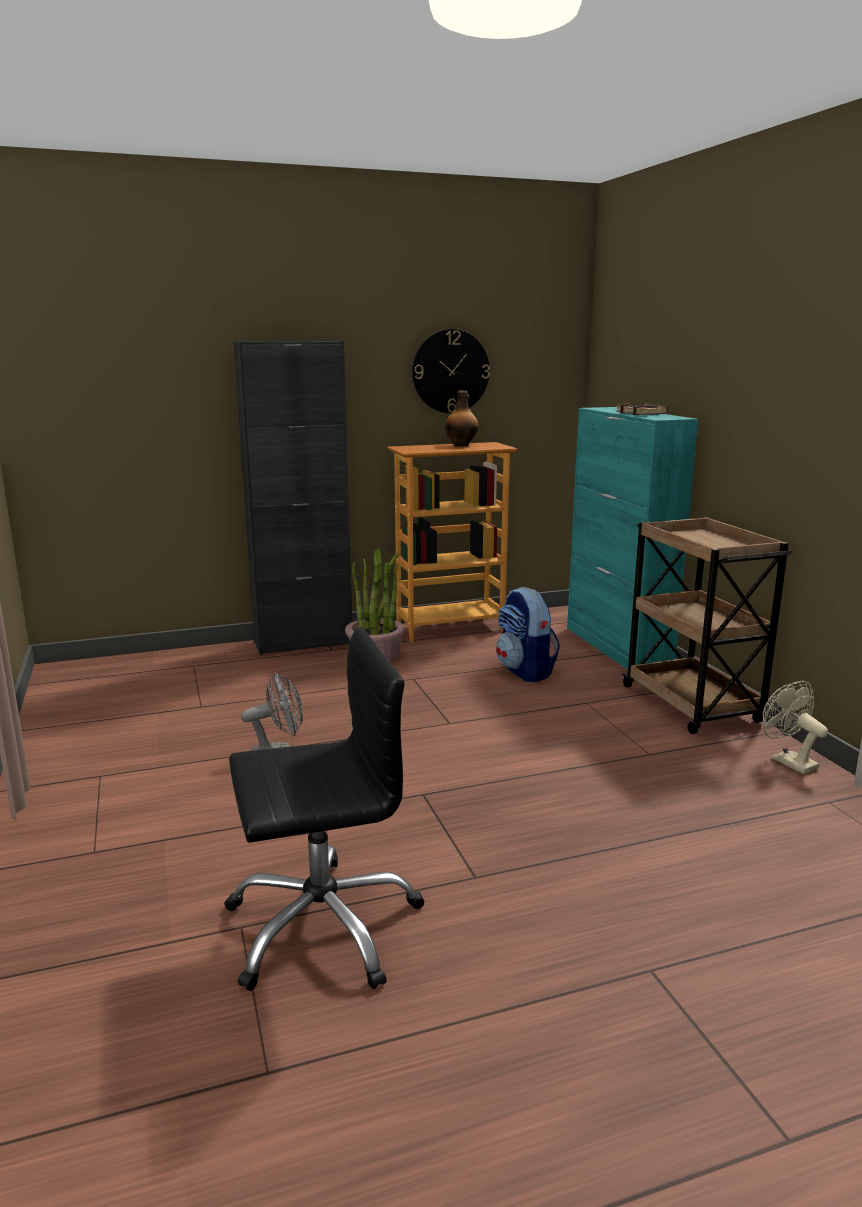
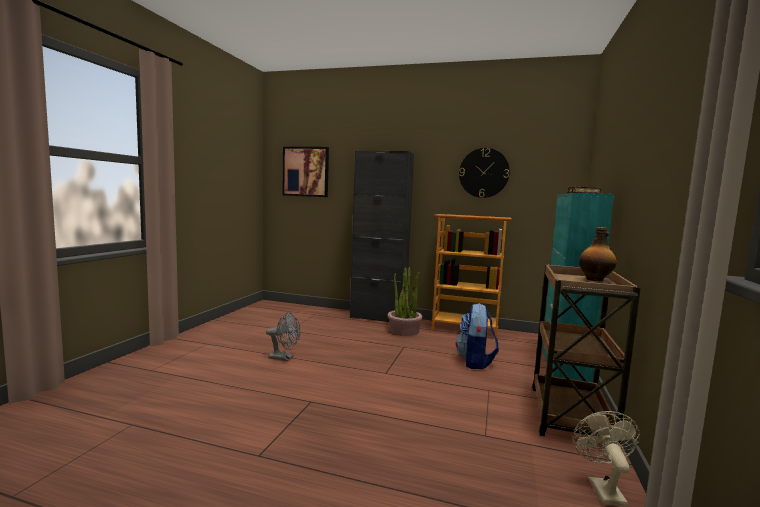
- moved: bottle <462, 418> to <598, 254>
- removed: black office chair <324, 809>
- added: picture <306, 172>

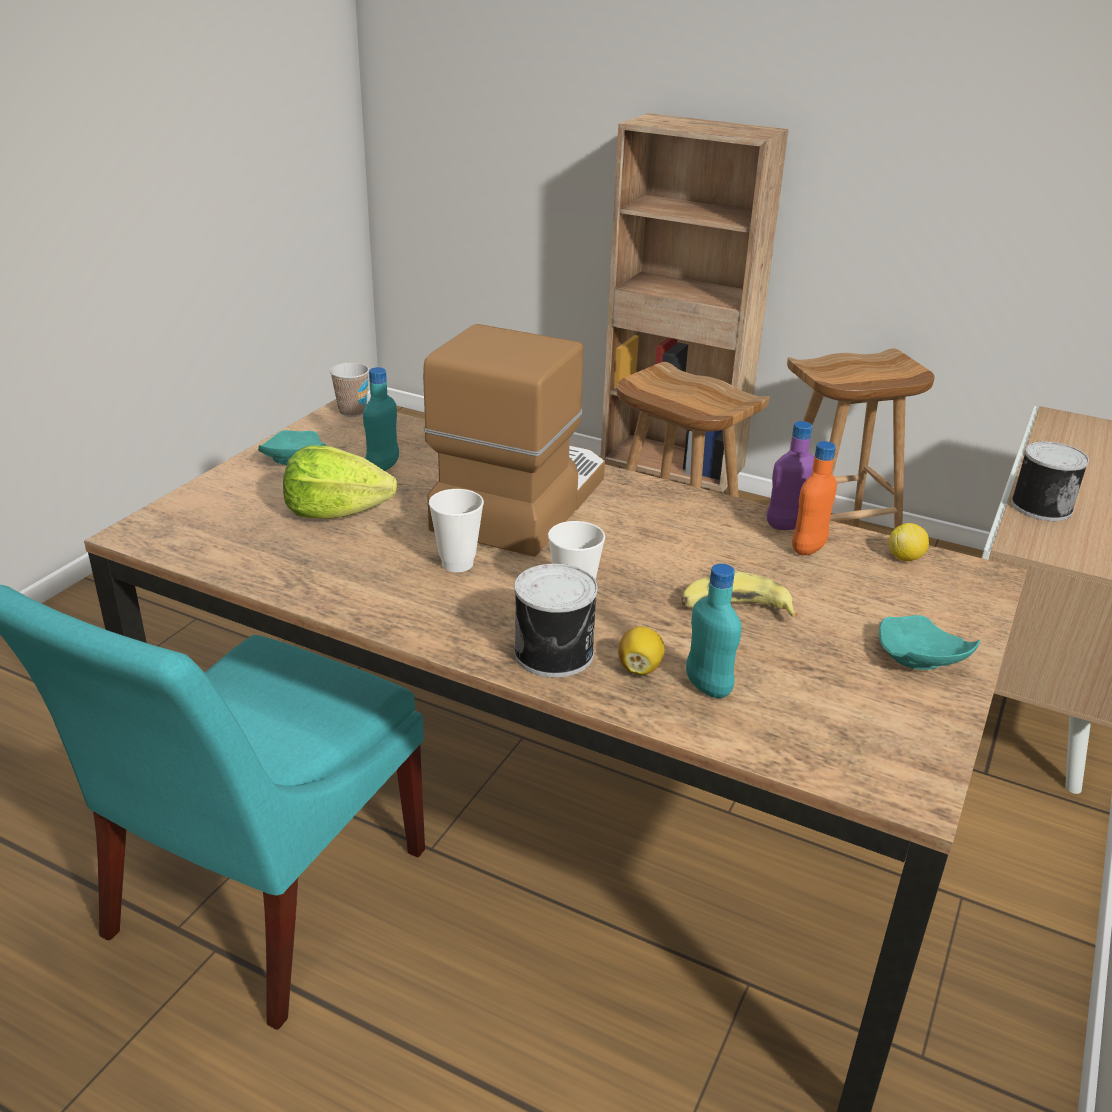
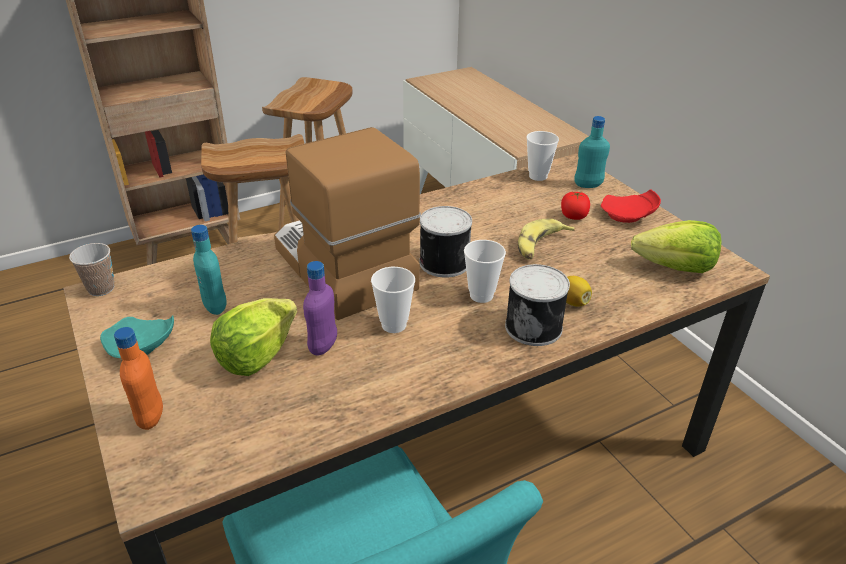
- moved: purple bottle <790, 475> to <320, 308>
- moved: orange bottle <814, 498> to <138, 378>
- moved: can <1050, 481> to <445, 242>
- replaced: lemon <909, 542> to cup <543, 156>
- moved: turquoise bottle <713, 631> to <592, 152>
- recoloured: turquoise plate <929, 642> to red plate <631, 206>
- added: tomato <575, 205>
- added: lettuce <676, 246>

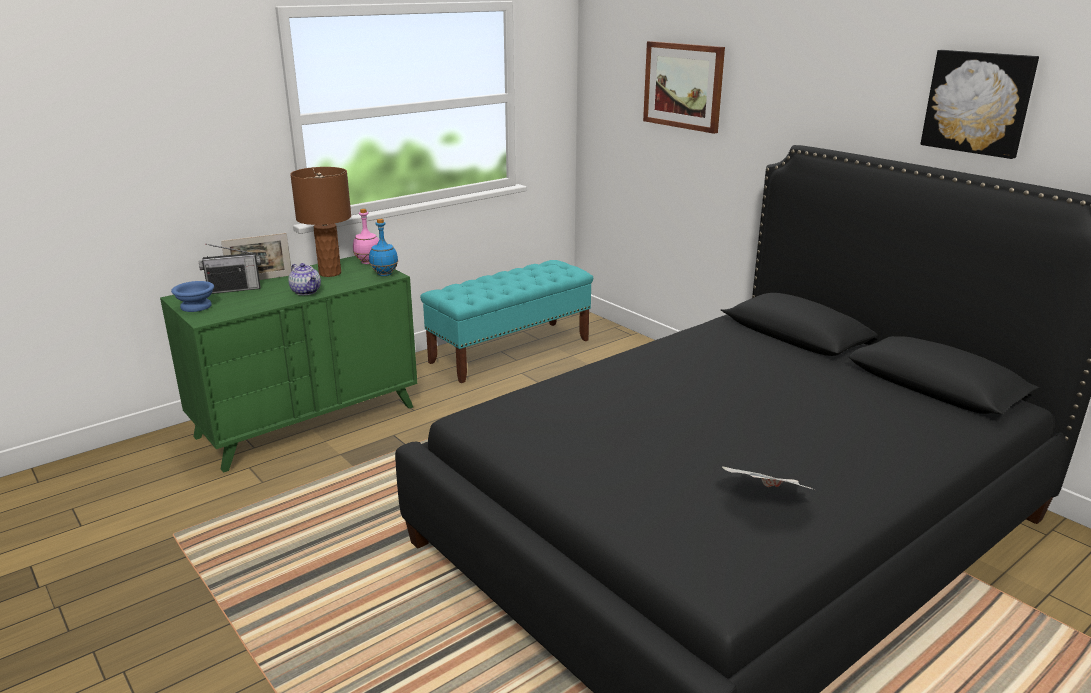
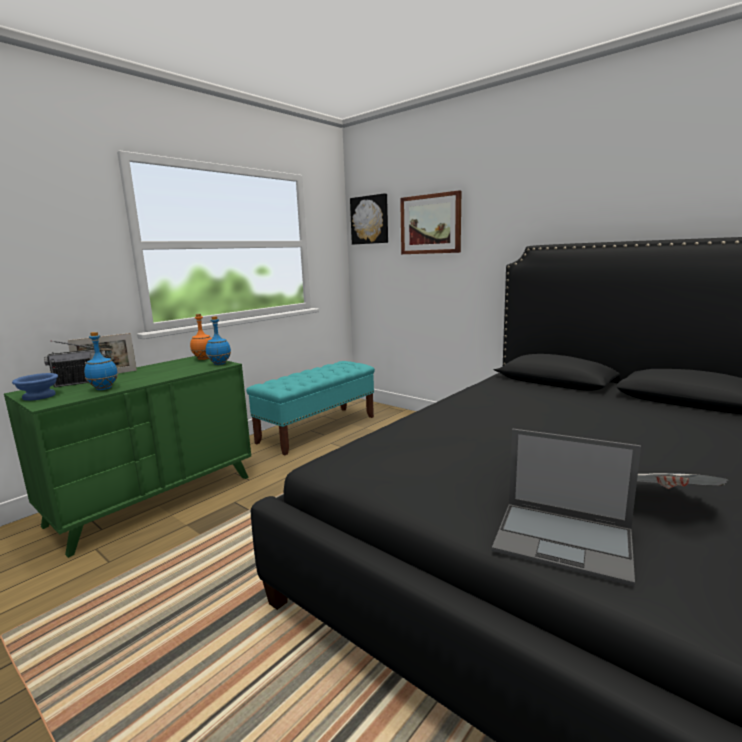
- moved: picture <979, 104> to <369, 219>
- removed: brown table lamp <320, 222>
- recoloured: pink bottle <366, 236> to orange bottle <201, 337>
- removed: teapot <304, 279>
- added: blue bottle <101, 361>
- added: laptop <566, 507>

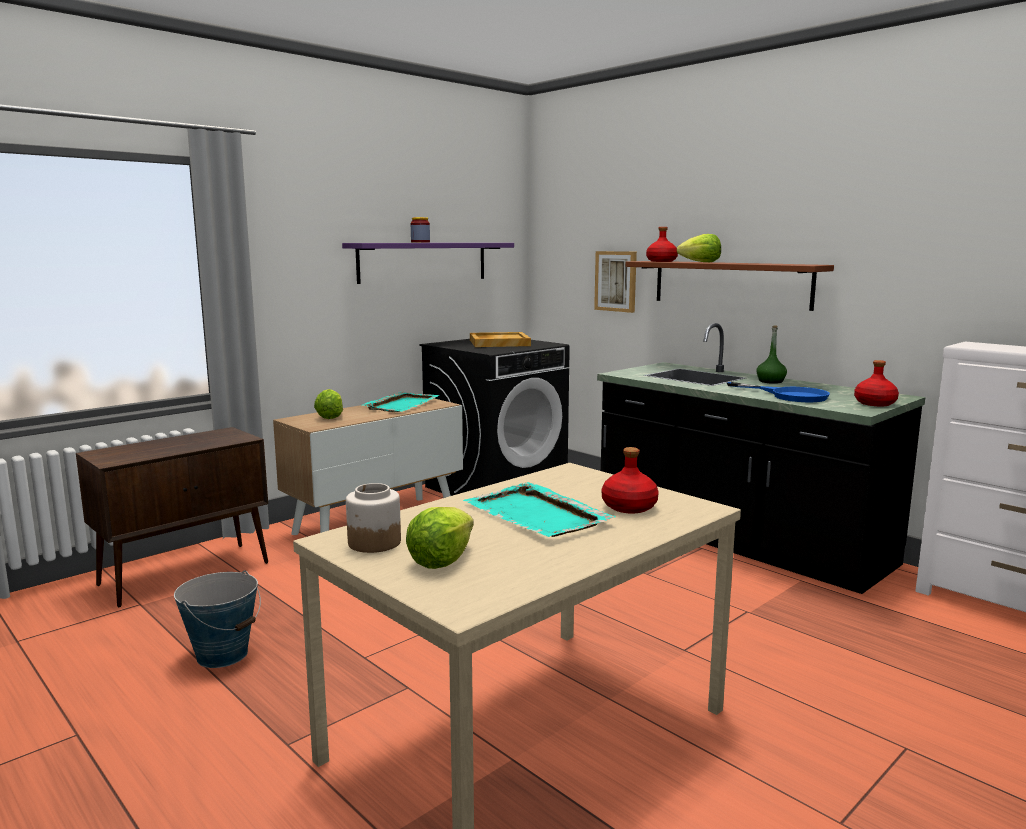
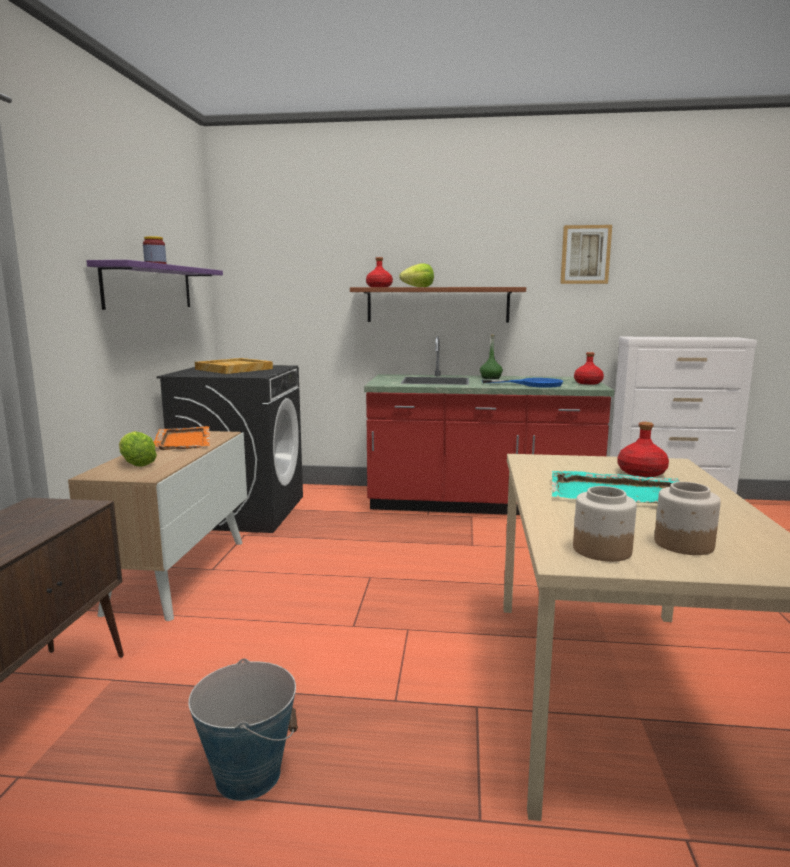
- moved: picture <615, 282> to <586, 254>
- recoloured: black counter <761, 458> to red counter <489, 425>
- recoloured: turquoise tray <400, 402> to orange tray <181, 438>
- replaced: lettuce <440, 538> to jar <687, 518>

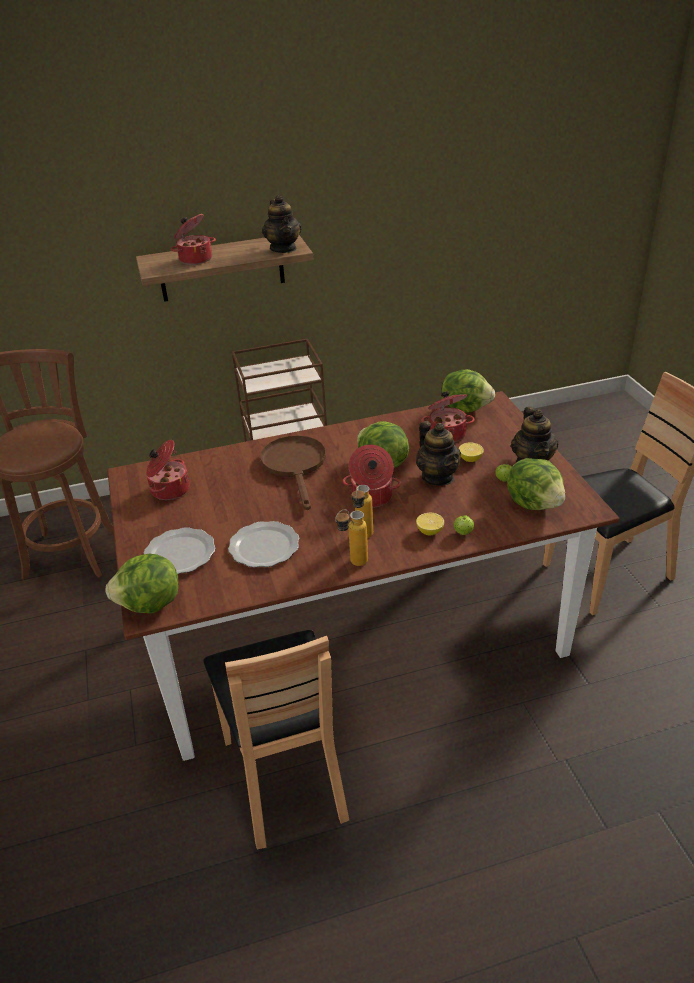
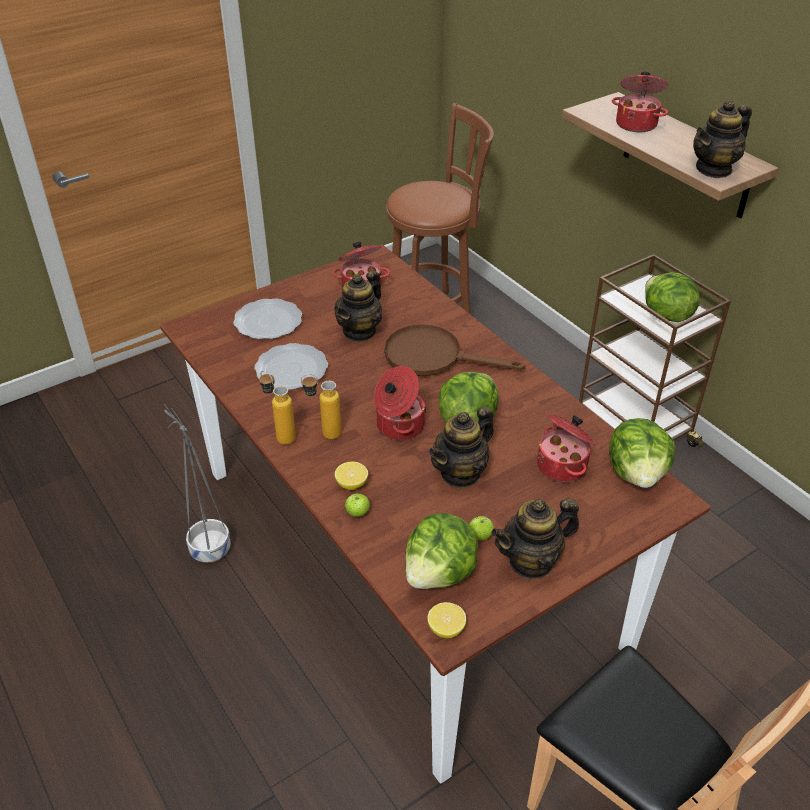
- turned: brown frying pan <293, 472> = <454, 350> 135 degrees counterclockwise
- moved: lemon <471, 452> to <446, 620>
- moved: lettuce <142, 583> to <672, 297>
- replaced: brown chair <276, 739> to grey planter <197, 483>
- added: teapot <358, 306>

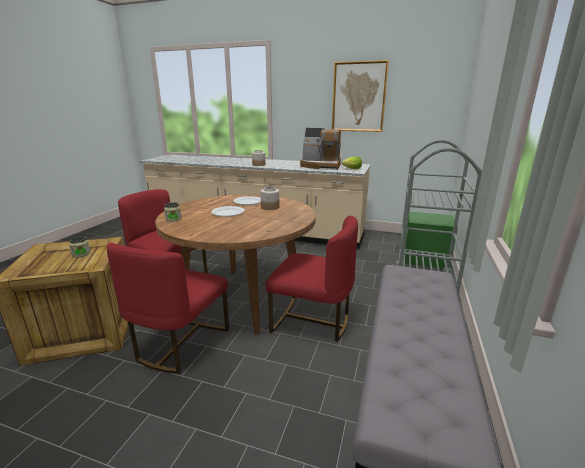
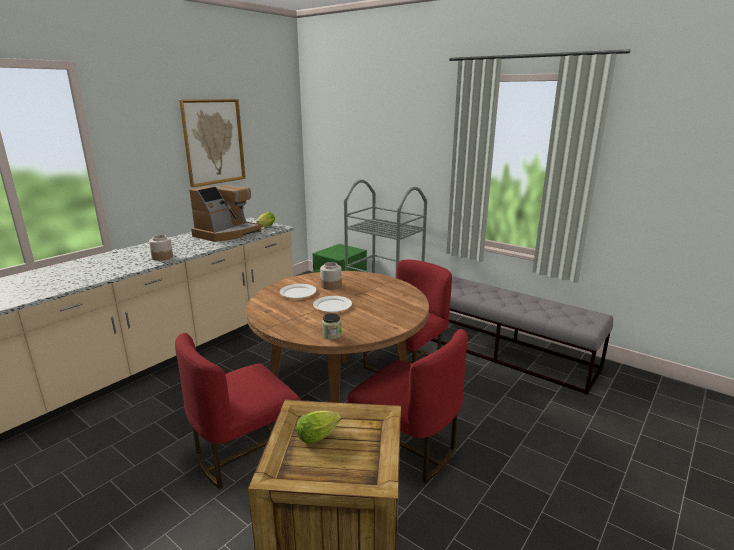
- replaced: jar <79, 246> to lettuce <318, 427>

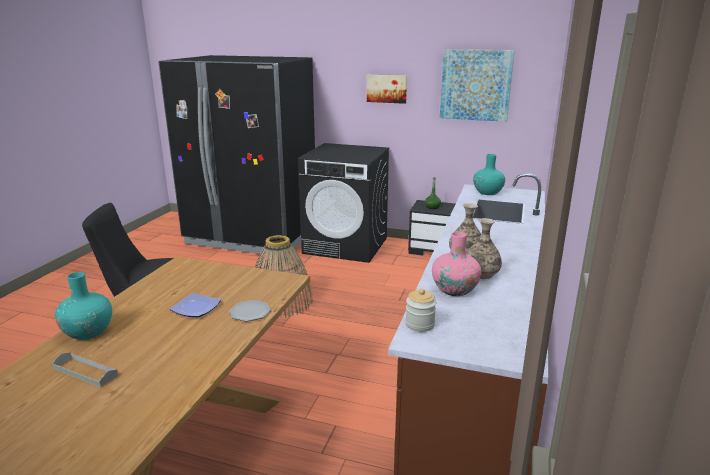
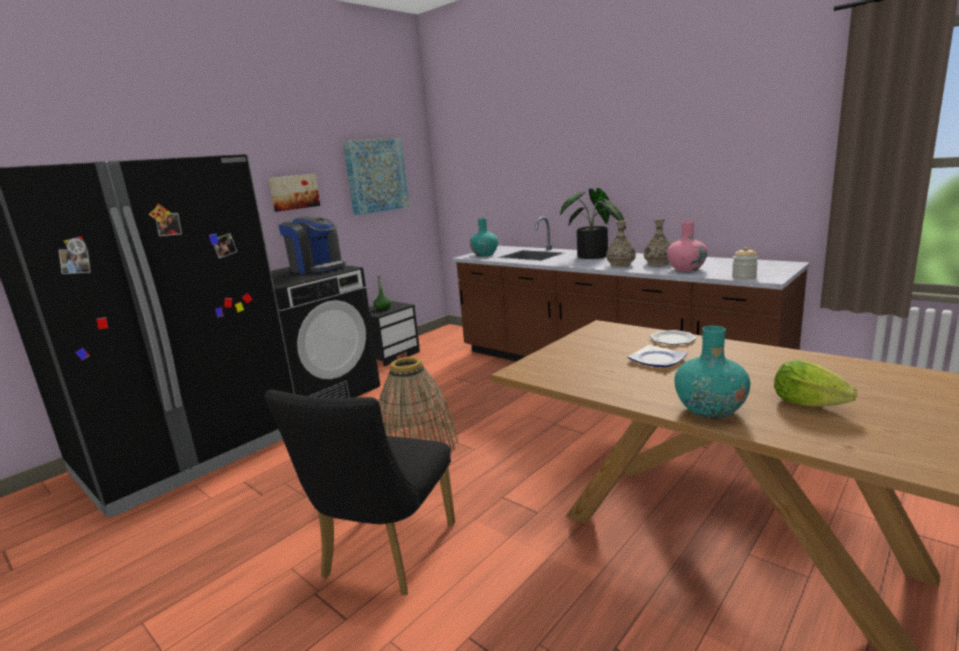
- replaced: grey tray <85, 369> to lettuce <815, 383>
- added: potted plant <593, 223>
- added: coffee machine <312, 245>

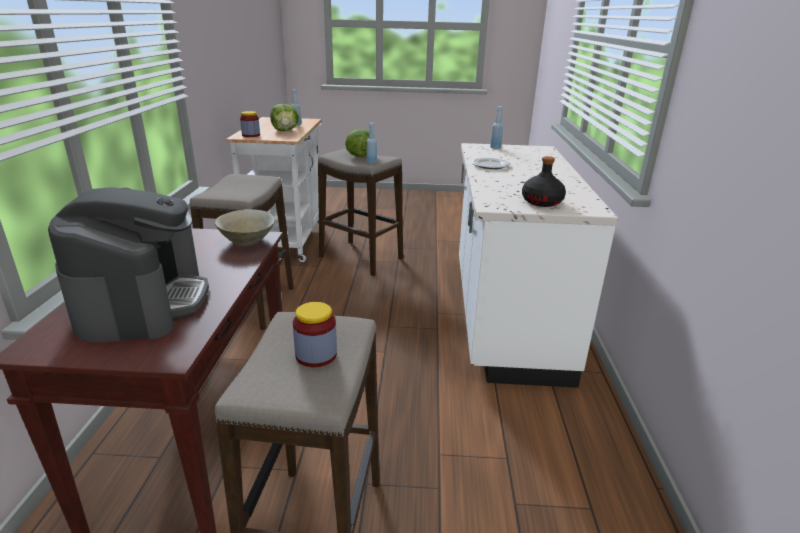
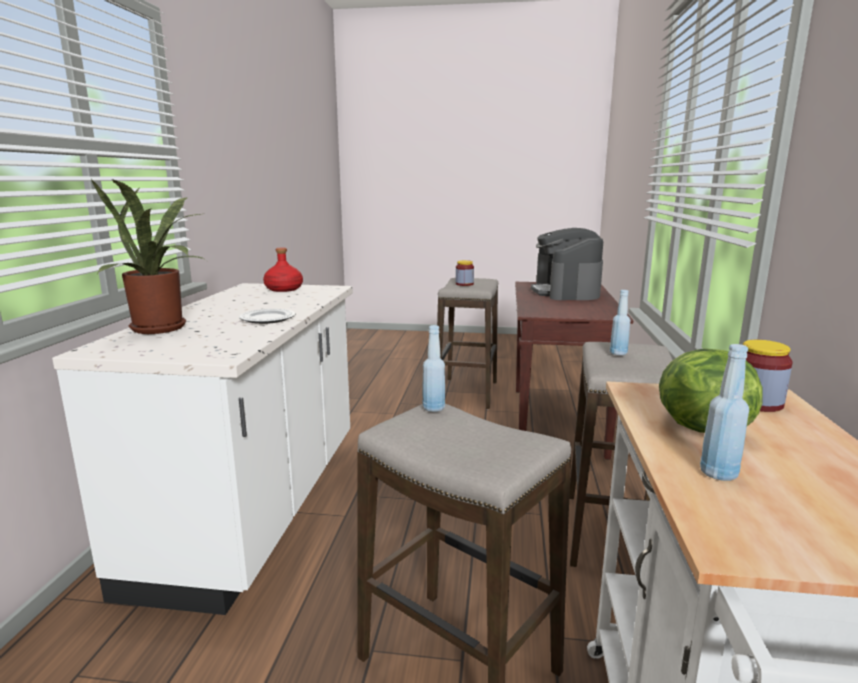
- moved: blue bottle <496, 127> to <620, 322>
- removed: lettuce <357, 143>
- recoloured: black bottle <544, 181> to red bottle <283, 270>
- removed: beige bowl <245, 227>
- added: potted plant <148, 256>

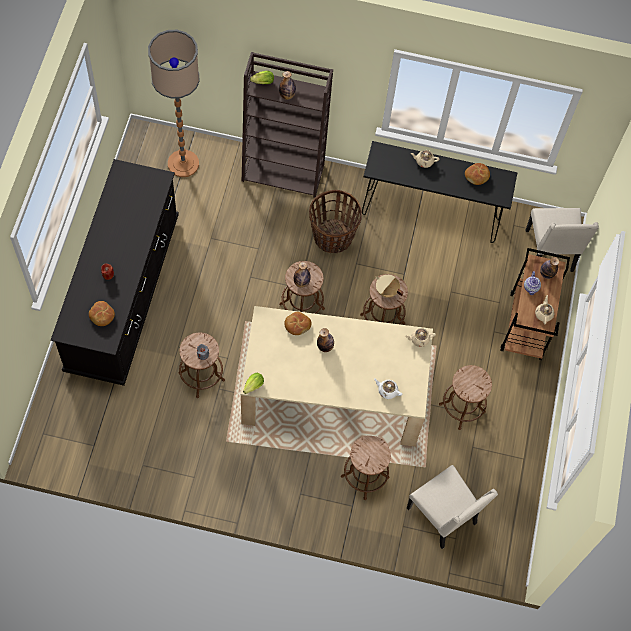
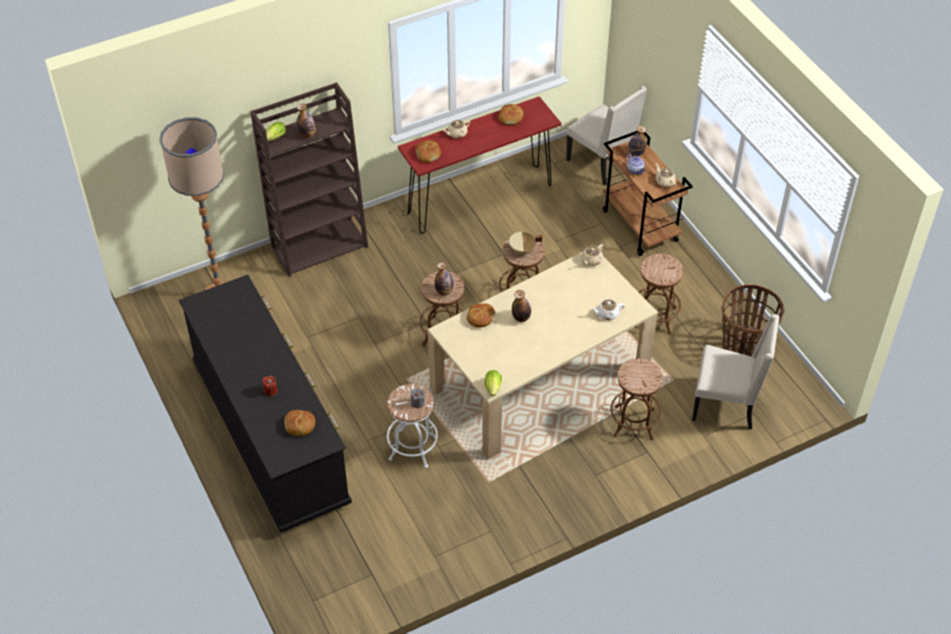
- recoloured: black console table <439, 192> to red console table <479, 165>
- moved: basket <335, 221> to <753, 320>
- recoloured: brown stool <201, 365> to white stool <412, 426>
- added: bread <428, 151>

